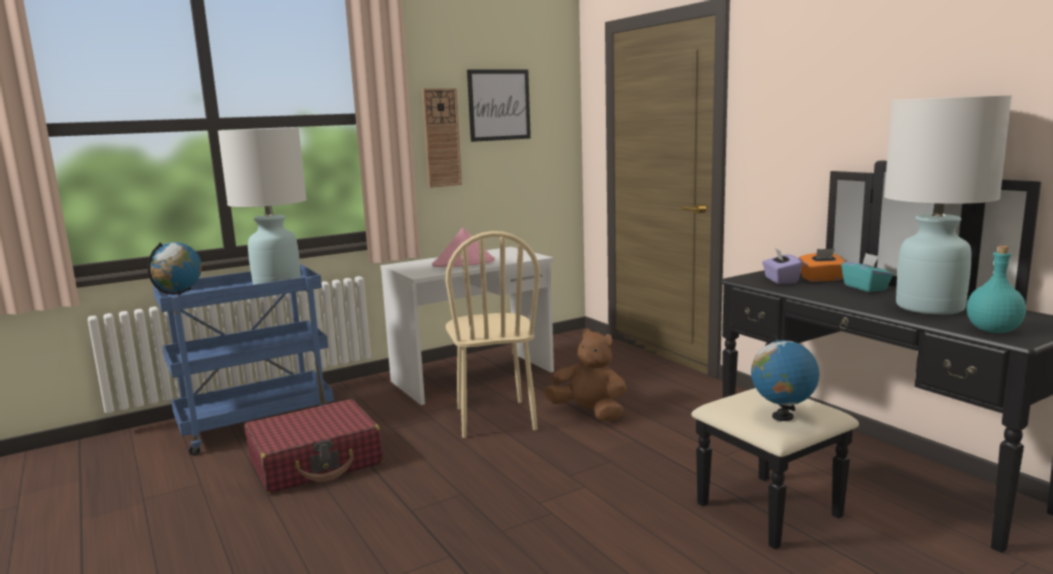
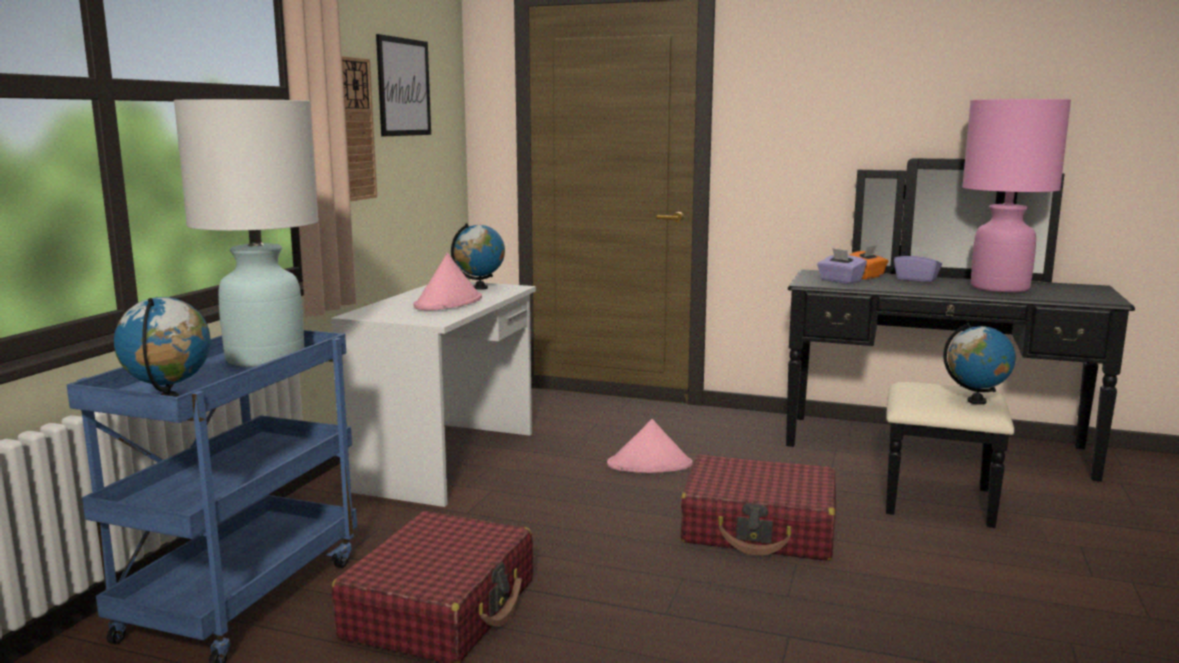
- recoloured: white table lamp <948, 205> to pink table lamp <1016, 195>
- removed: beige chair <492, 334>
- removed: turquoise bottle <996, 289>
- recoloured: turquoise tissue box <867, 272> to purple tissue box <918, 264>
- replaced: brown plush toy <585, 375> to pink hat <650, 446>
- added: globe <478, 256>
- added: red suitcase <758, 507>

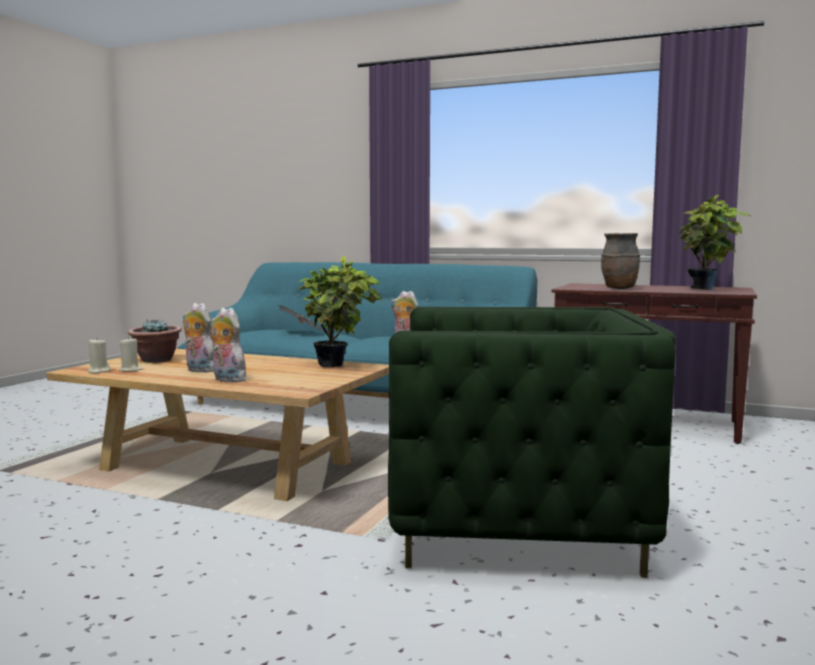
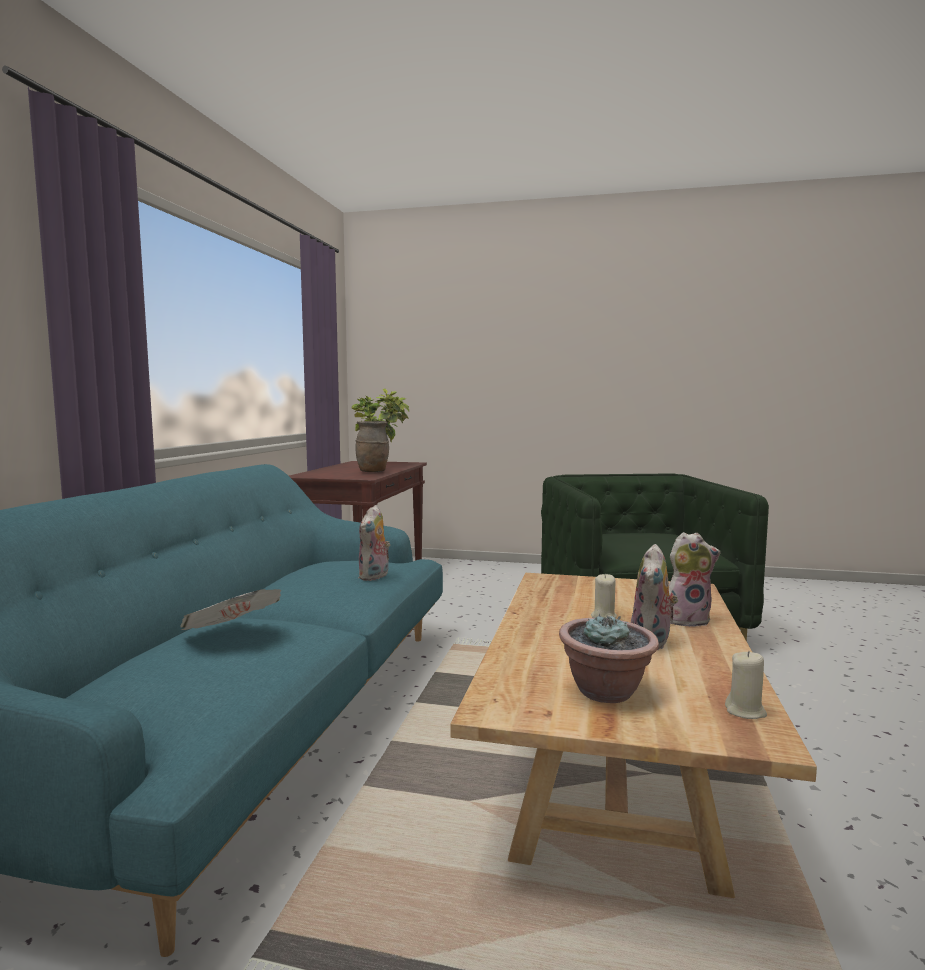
- removed: potted plant <339, 311>
- turned: plush toy <228, 345> = <694, 579> 120 degrees counterclockwise
- moved: beige candle <130, 354> to <604, 596>

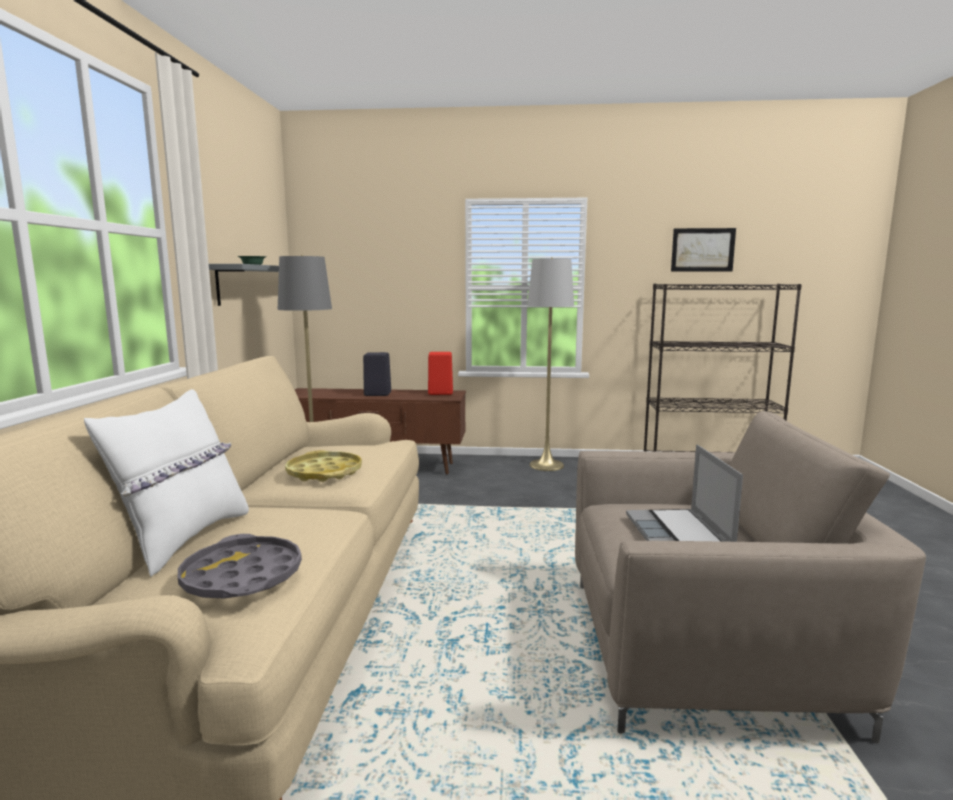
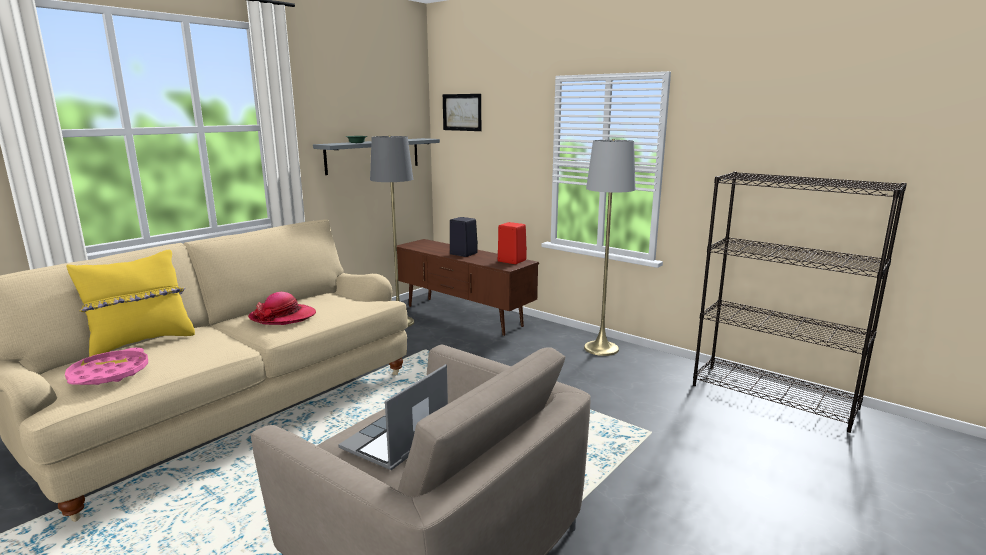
- moved: picture <703, 249> to <462, 112>
- recoloured: white pillow <166, 483> to yellow pillow <131, 303>
- replaced: yellow tray <323, 466> to hat <282, 308>
- recoloured: grey tray <240, 566> to pink tray <106, 366>

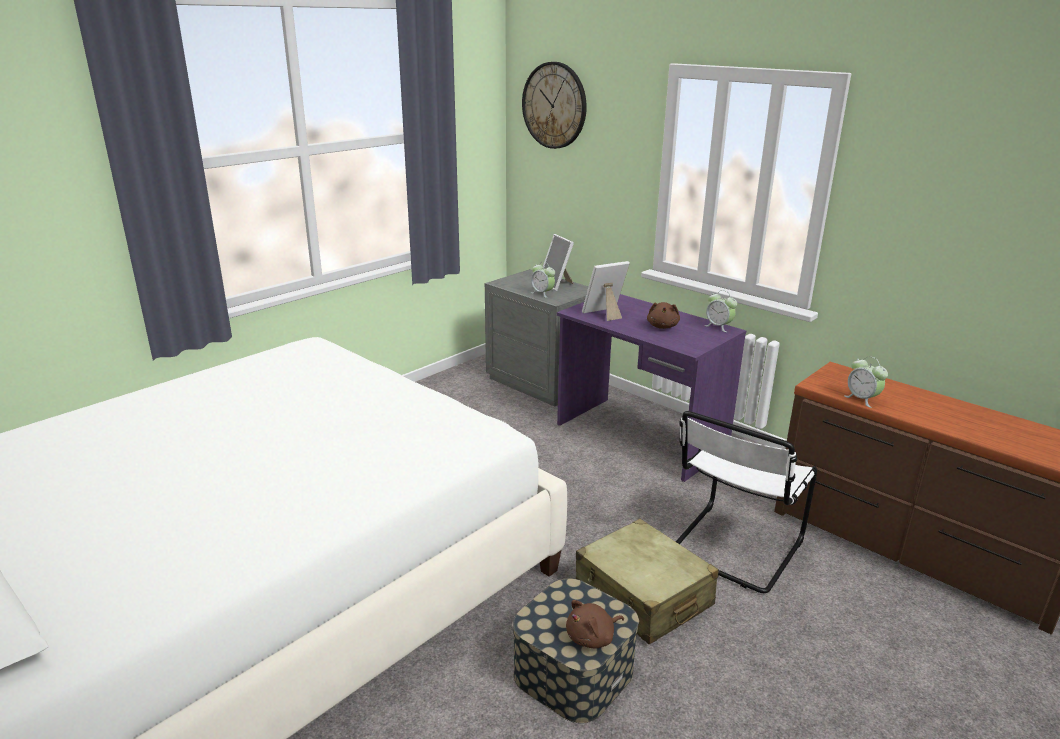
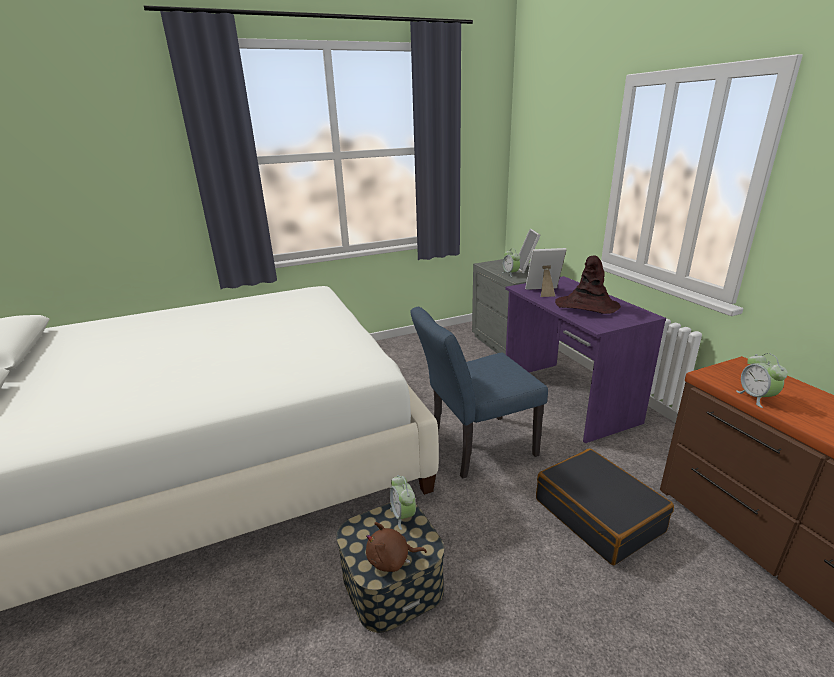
- removed: wall clock <554, 105>
- moved: alarm clock <720, 311> to <403, 502>
- replaced: brown plush toy <663, 315> to brown hat <588, 284>
- replaced: white chair <746, 502> to black suitcase <605, 506>
- removed: beige suitcase <647, 582>
- added: blue chair <479, 392>

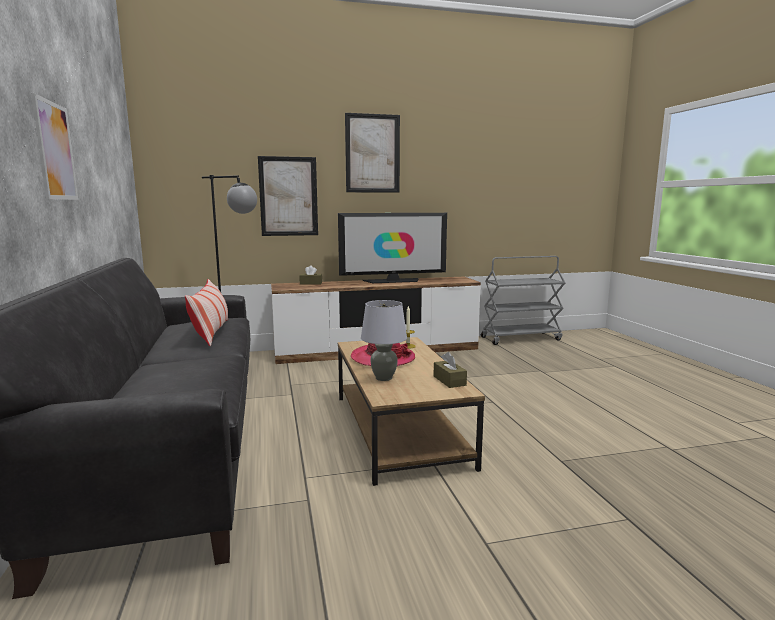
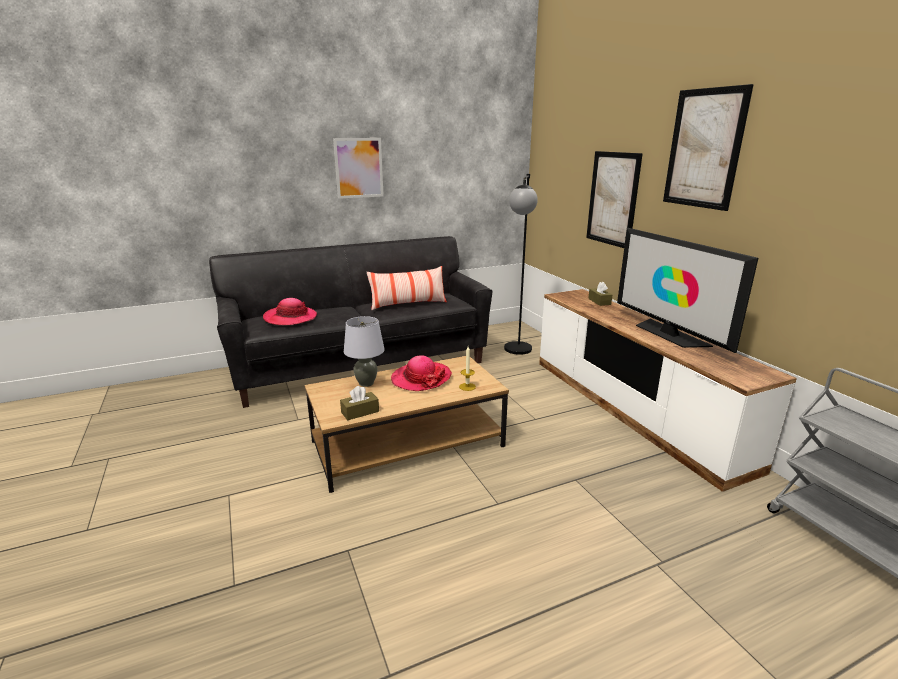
- added: hat <290, 311>

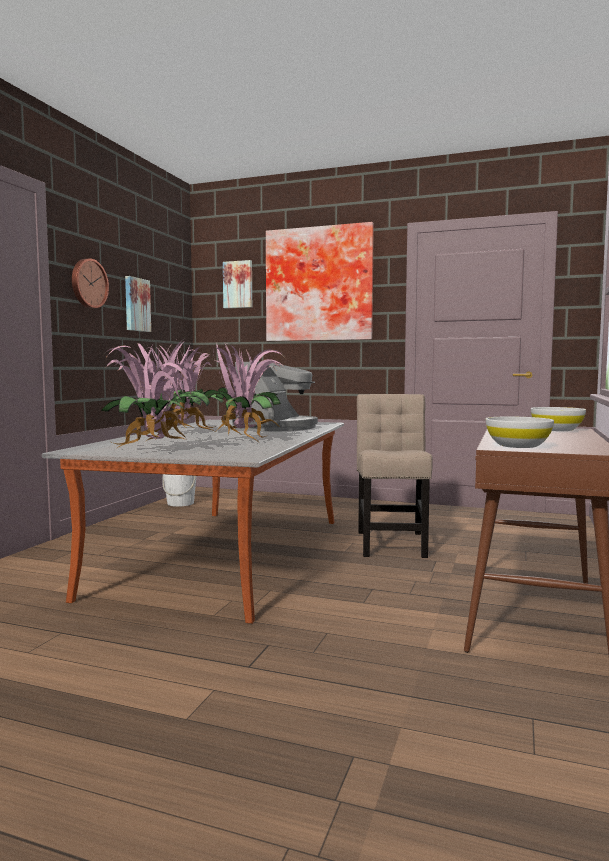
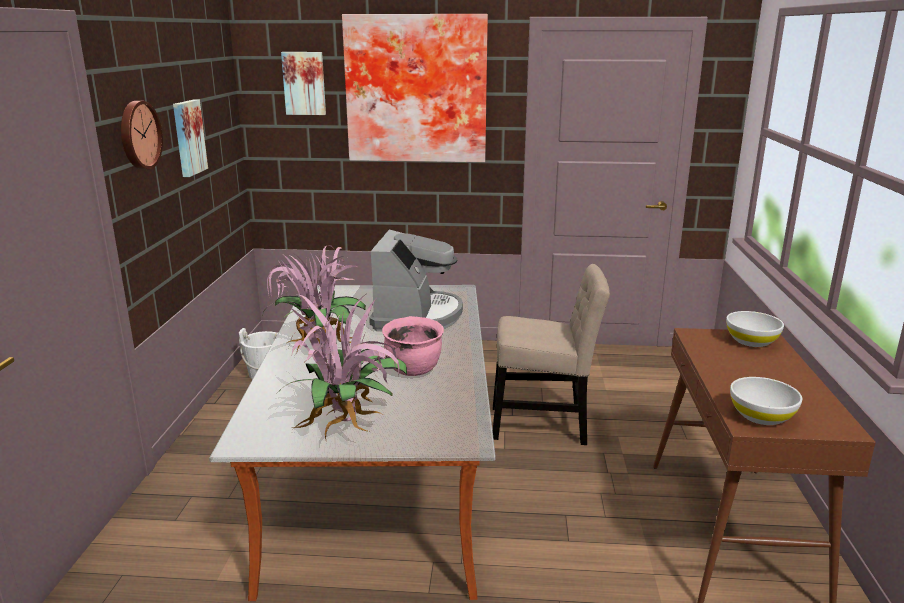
- replaced: potted plant <245, 391> to pink cooking pot <413, 346>
- turned: beige chair <395, 476> = <551, 354> 105 degrees clockwise

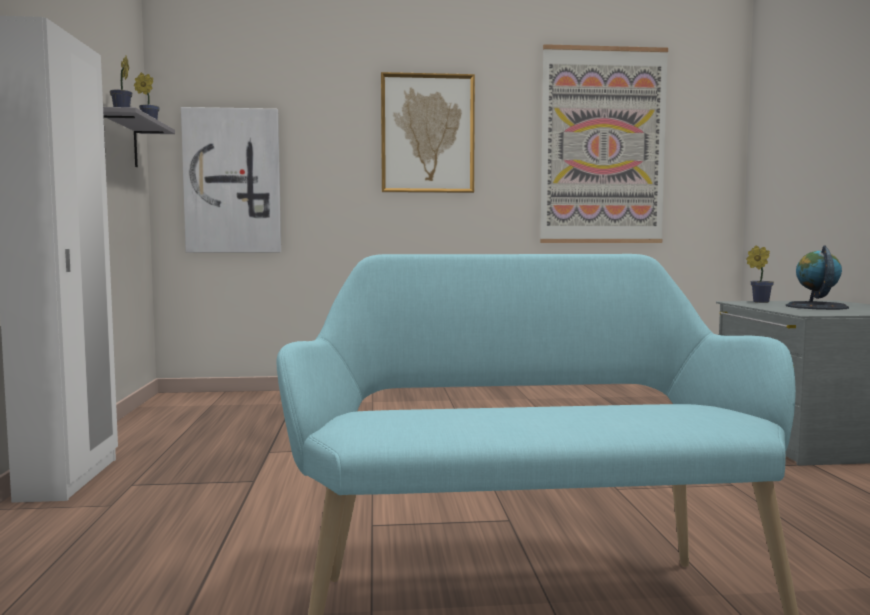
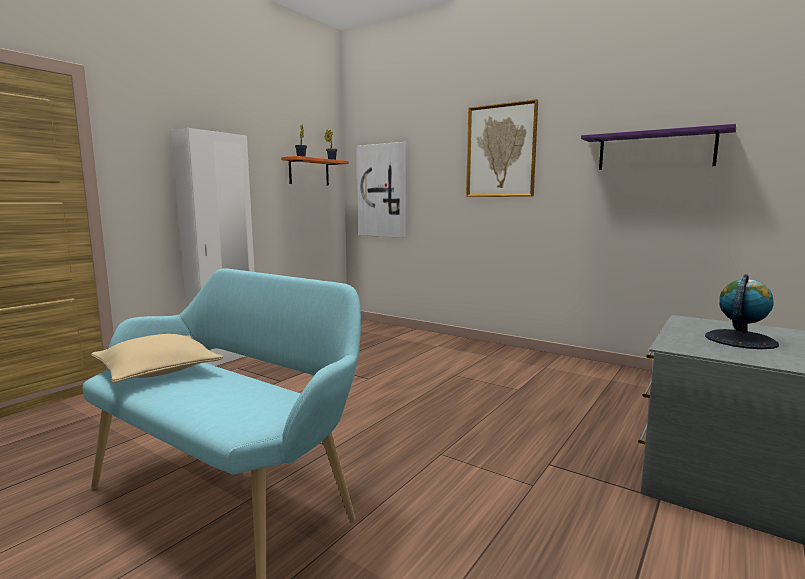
- replaced: picture <604, 143> to purple shelf <658, 147>
- recoloured: grey shelf <139, 137> to orange shelf <315, 171>
- removed: potted plant <760, 274>
- added: beige pillow <157, 358>

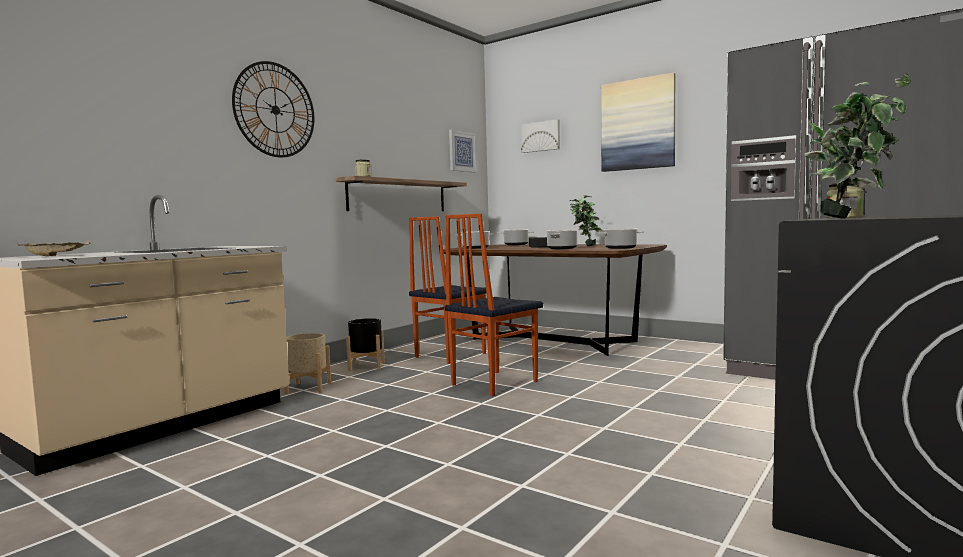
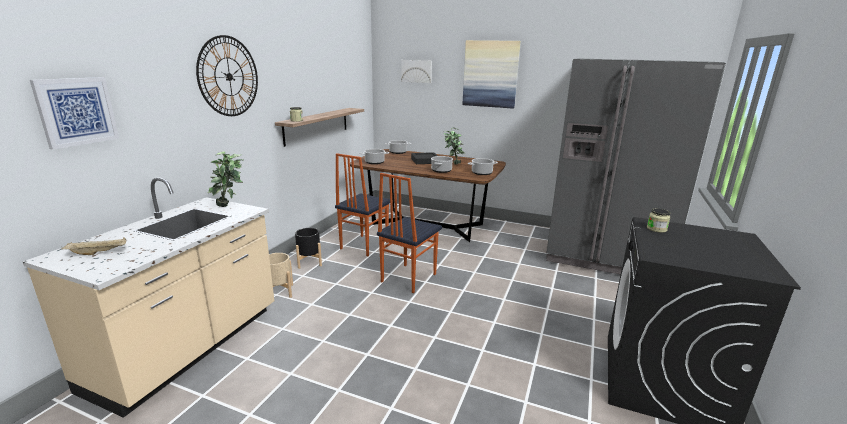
- moved: potted plant <857, 146> to <226, 179>
- moved: picture <463, 151> to <74, 113>

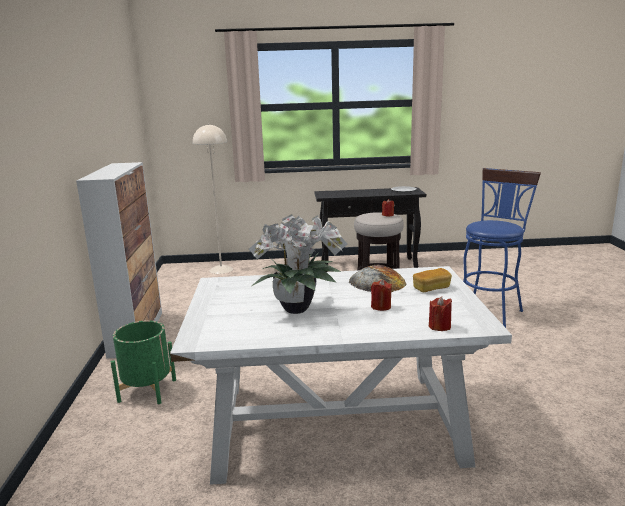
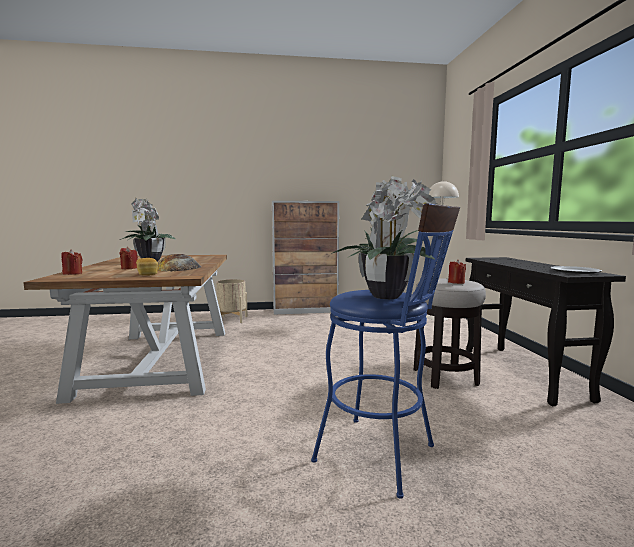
- recoloured: white dining table <341, 375> to brown dining table <125, 329>
- recoloured: green planter <143, 362> to beige planter <232, 301>
- added: potted plant <384, 237>

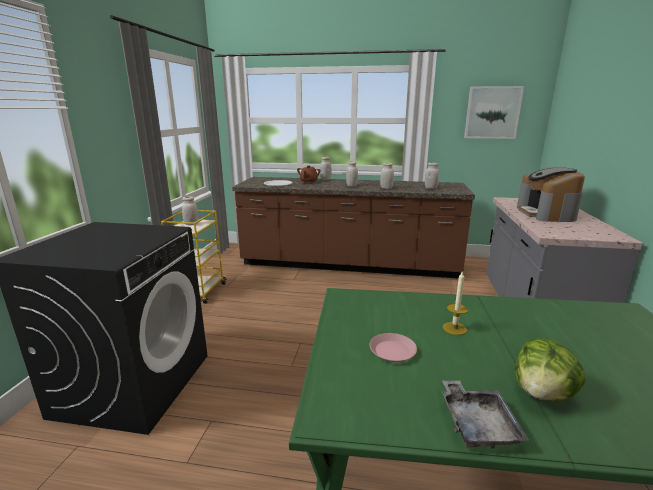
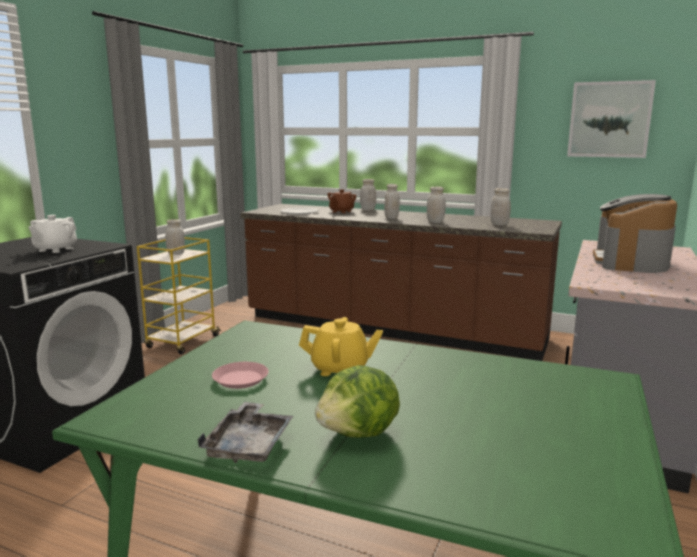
- replaced: candle <455, 303> to yellow teapot <341, 346>
- added: white teapot <53, 234>

